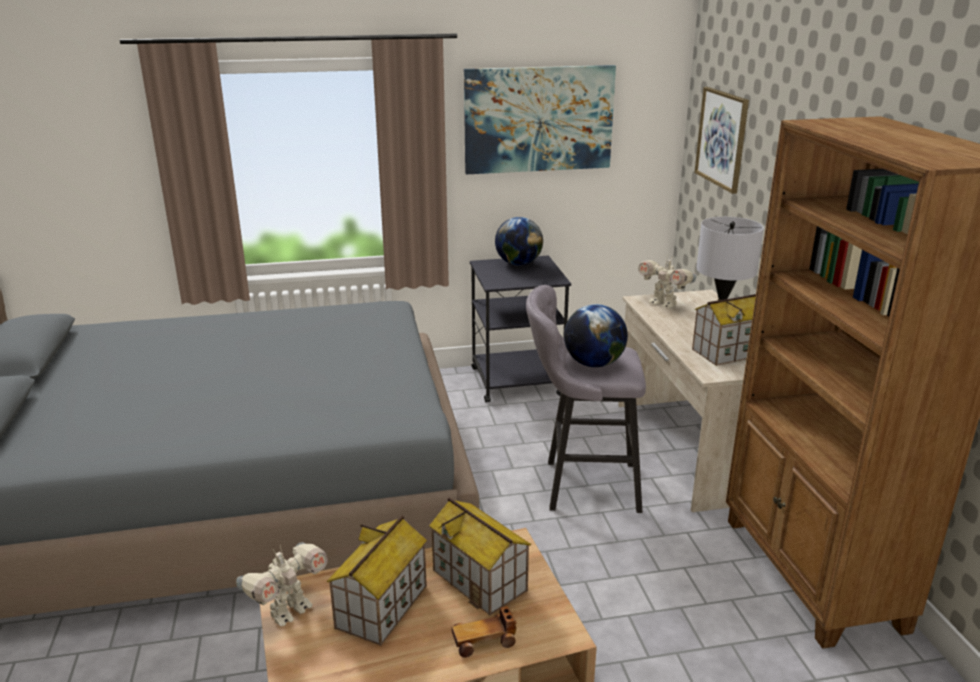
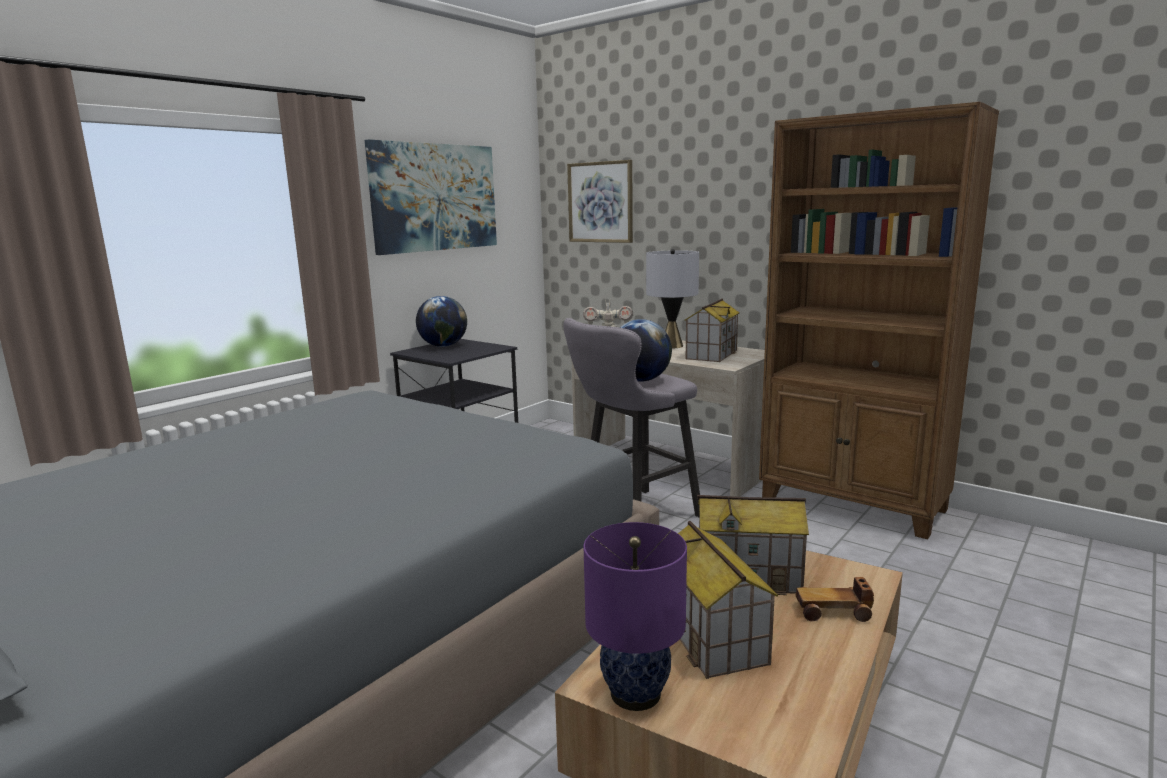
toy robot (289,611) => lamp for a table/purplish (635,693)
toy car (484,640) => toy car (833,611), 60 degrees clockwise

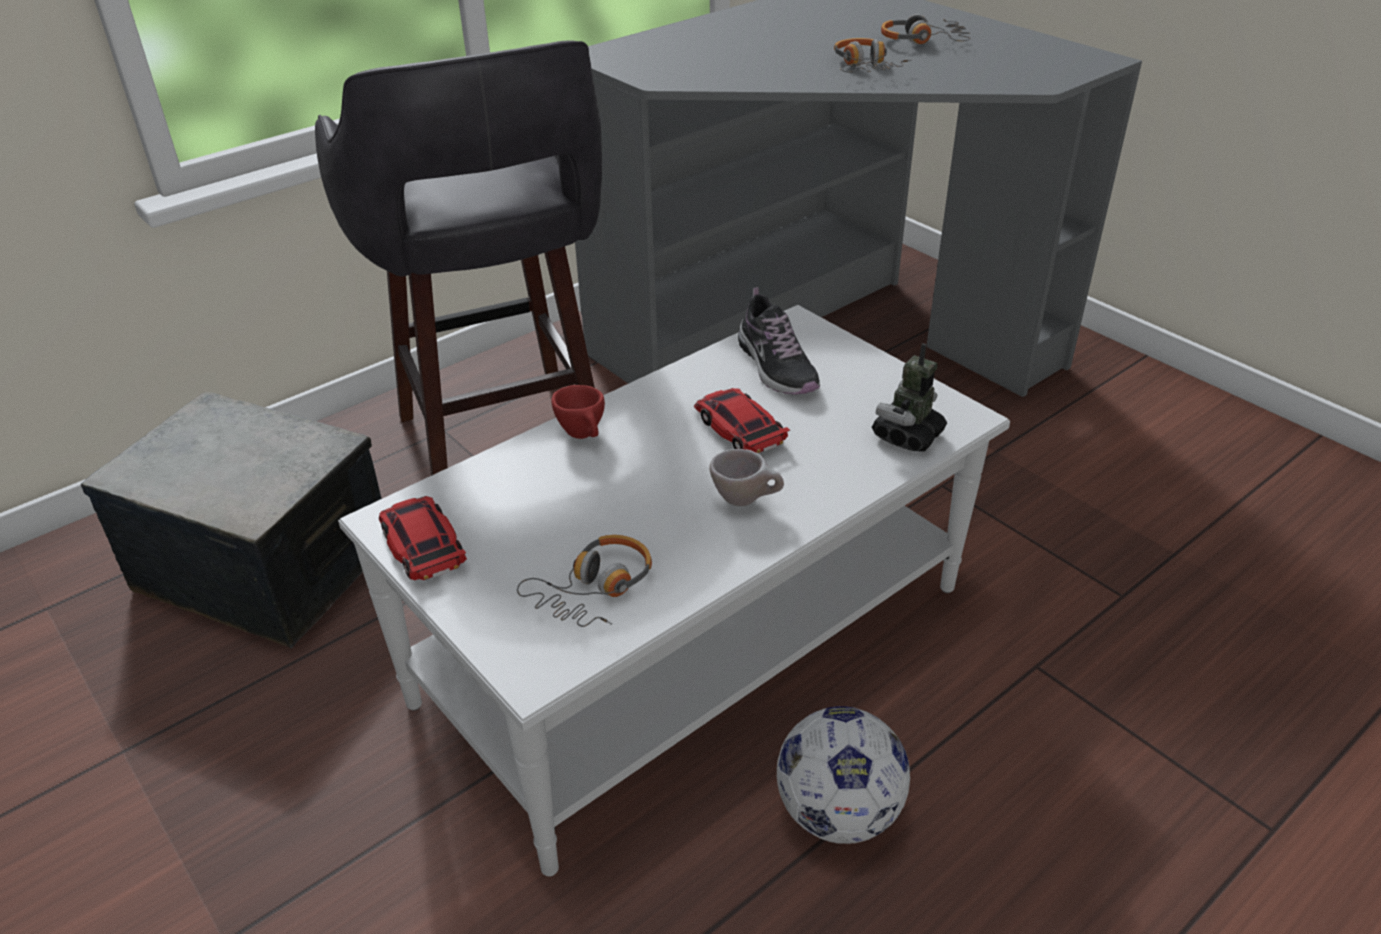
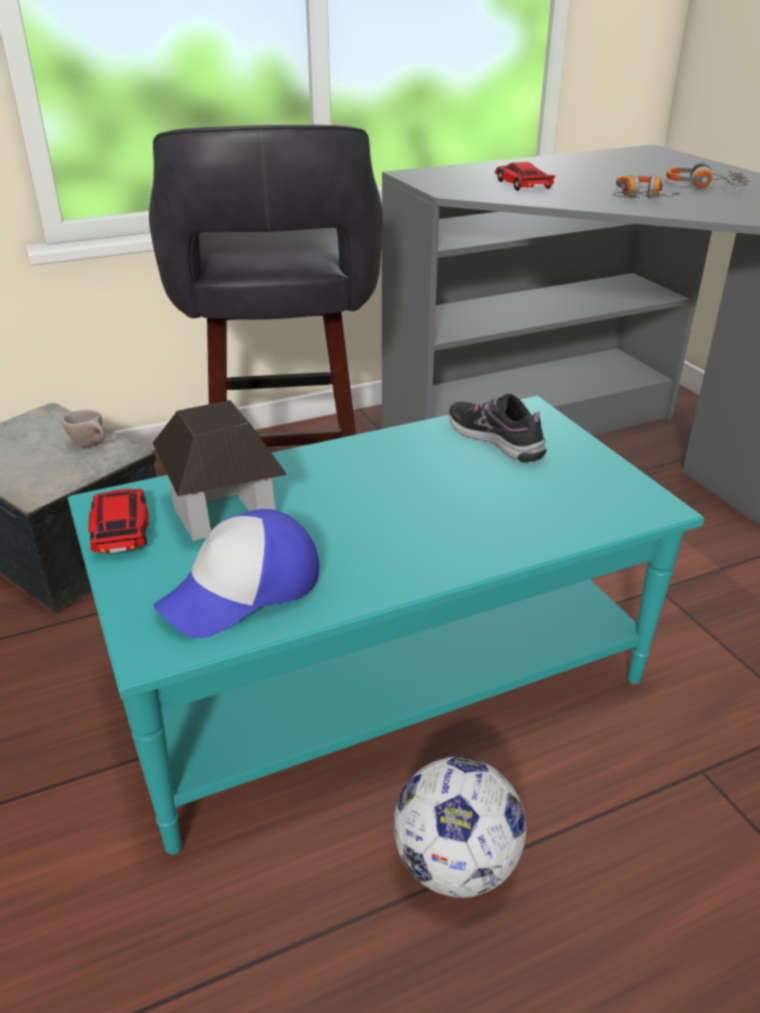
drinking cup/beige (746,500) => drinking cup/beige (91,445), move
coffee table/white-coloured (691,646) => coffee table/turquoise (377,682)
nothing => toy house (223,511)
headset (594,590) => baseball cap (242,590)
shoe (776,366) => shoe (495,439), 150 degrees clockwise
toy car (739,428) => toy car (522,184), move
drinking cup/red (585,435) => nothing
toy robot (908,435) => nothing

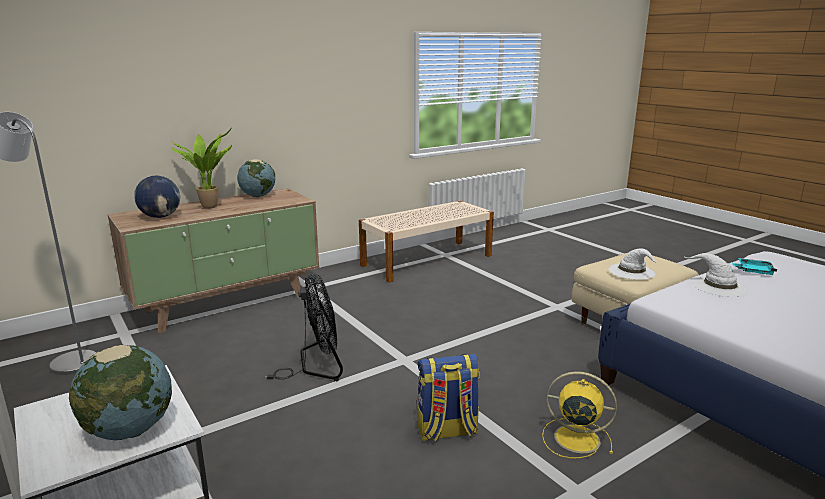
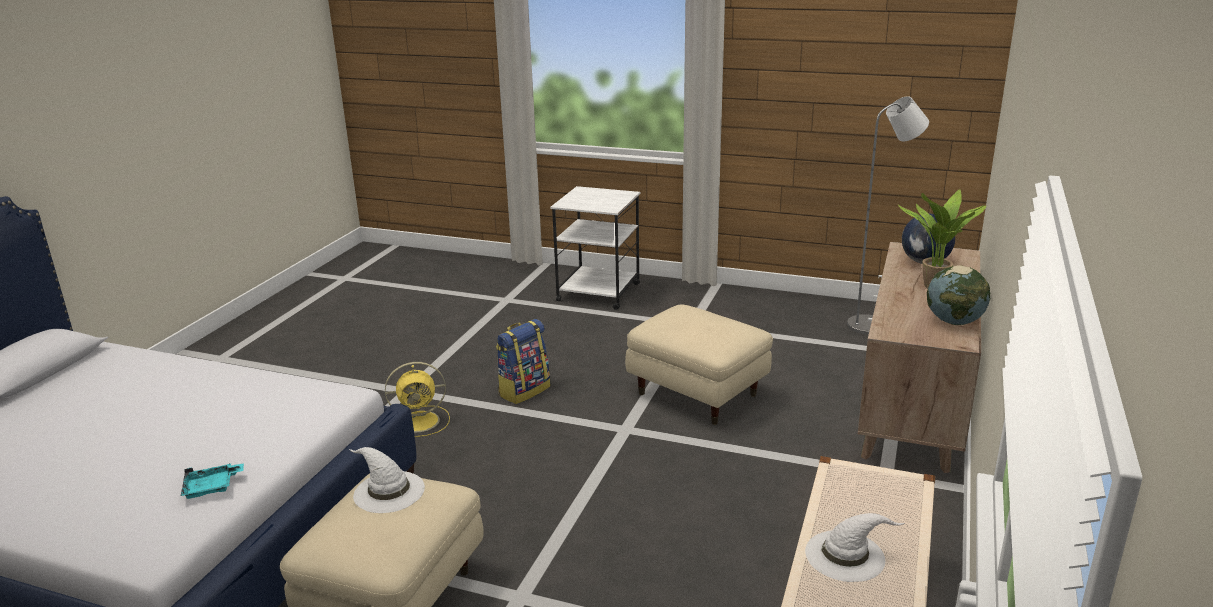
cooling fan/black-coloured (315,362) => pouffe/beige (698,395)
wearable hat/white-coloured (718,286) => wearable hat/white-coloured (846,555), move
world globe (130,430) => nothing

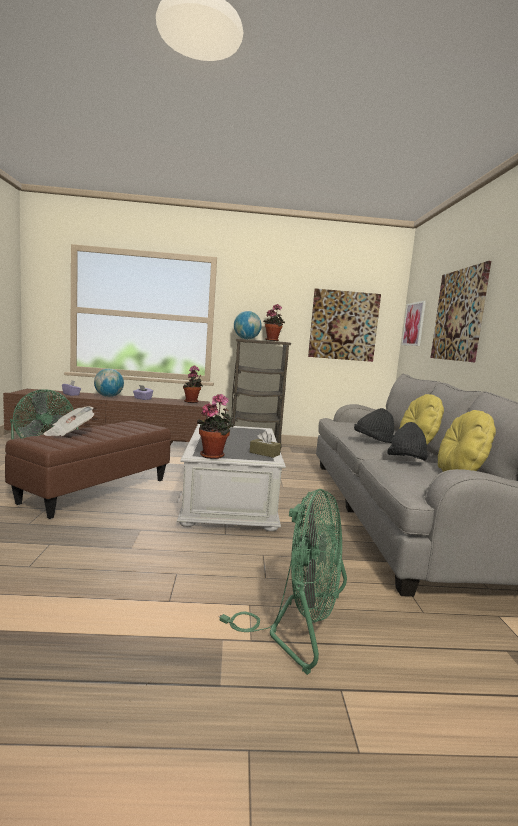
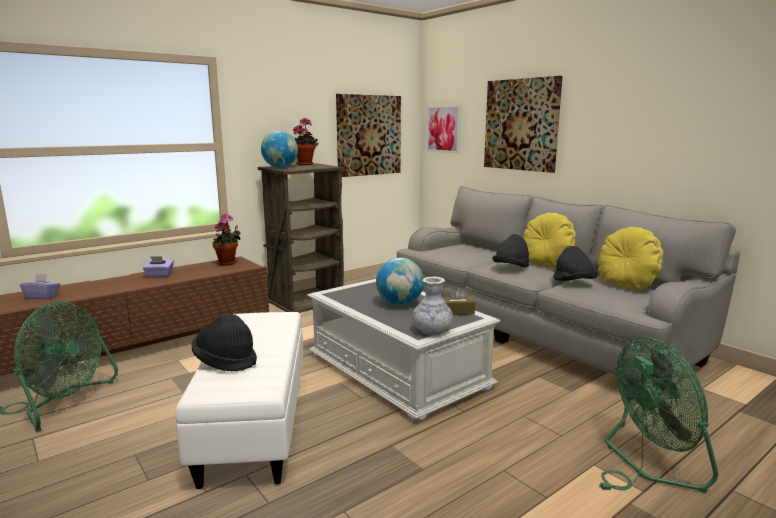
pouffe/brown-coloured (96,491) => pouffe/white-coloured (254,424)
newspaper (69,433) => wearable hat/black-coloured (226,361)
world globe (108,396) => world globe (399,304), move
potted plant (214,455) => flower vase (432,331)

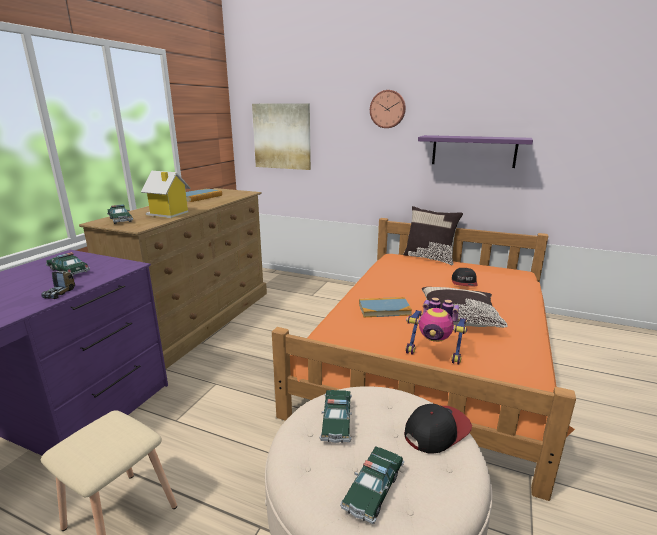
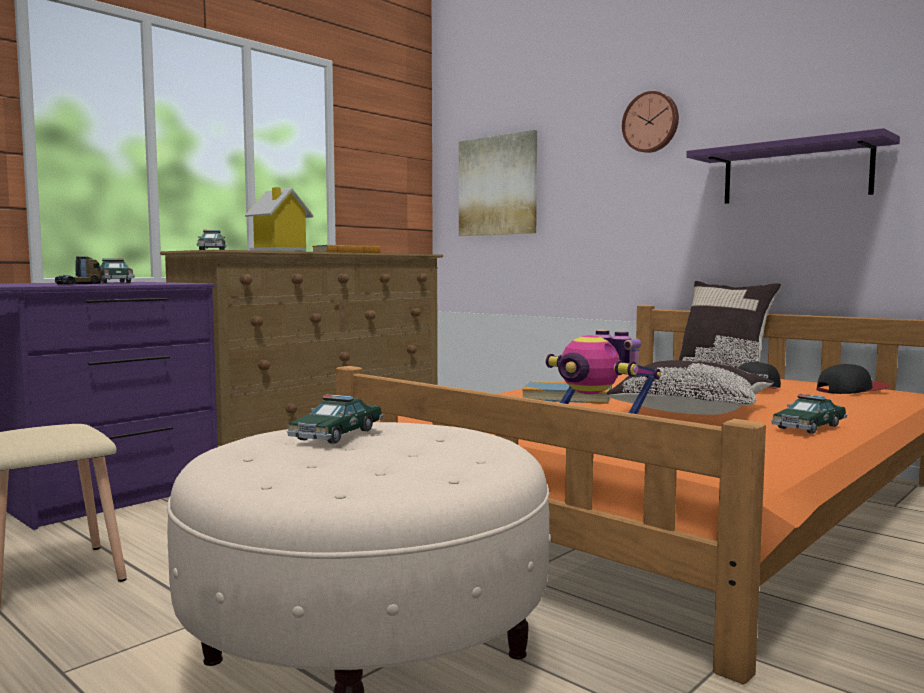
toy car (373,489) => toy car (809,427), move
baseball cap (436,430) => baseball cap (851,390), move

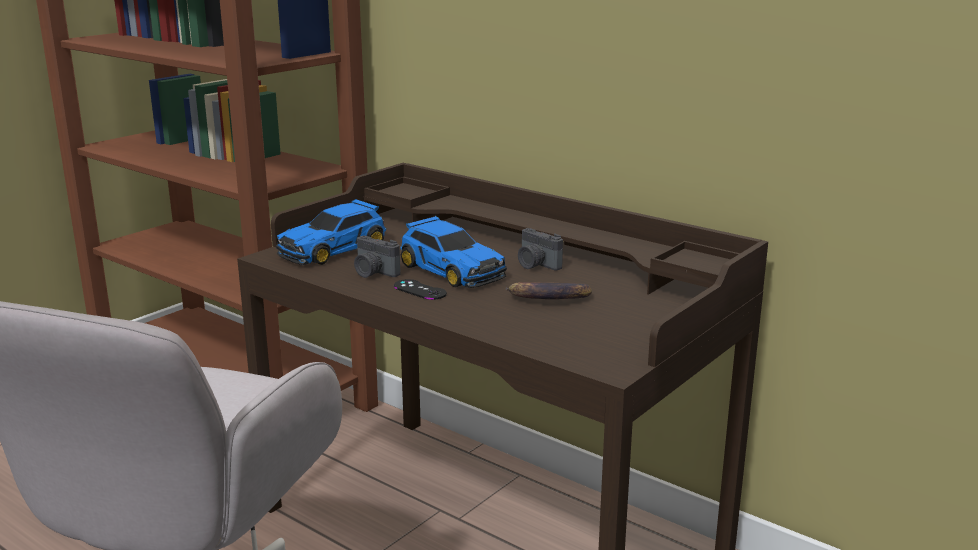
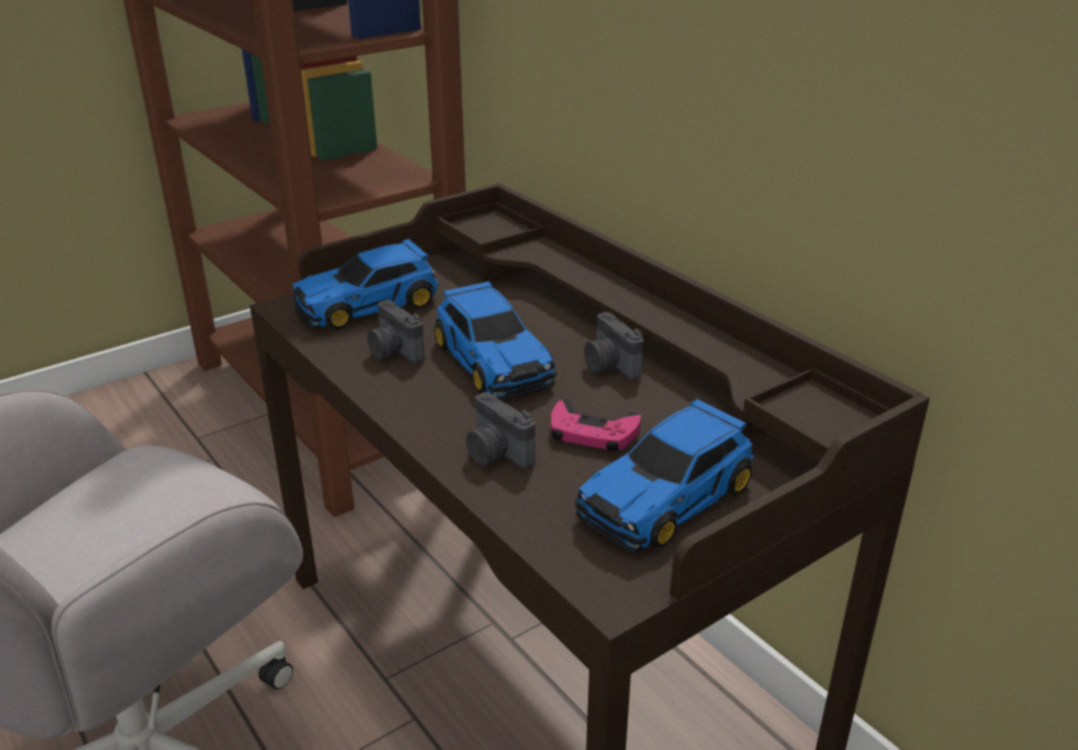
nothing => still camera (496,454)
whole banana (547,299) => gamepad/pink-coloured (592,433)
nothing => toy car (668,497)
gamepad/black-coloured (420,290) => nothing

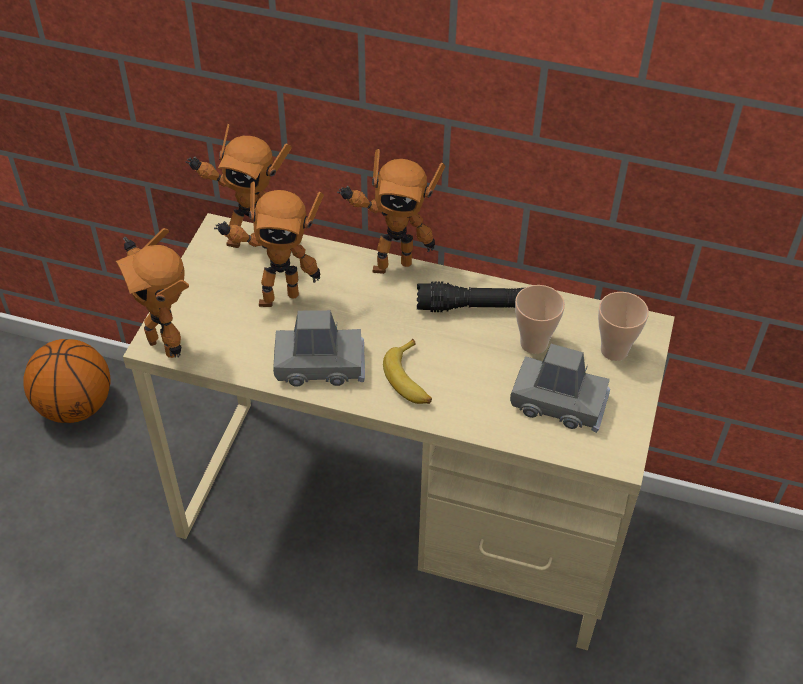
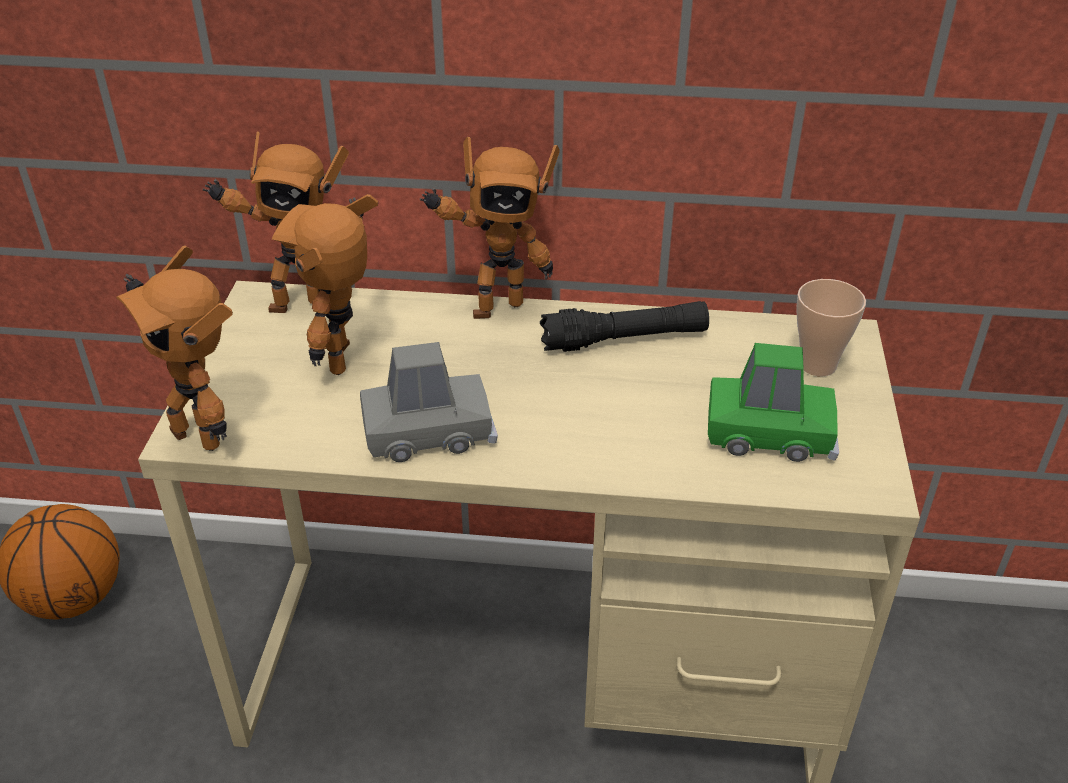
toy robot (277,295) => toy robot (349,359), 120 degrees clockwise
toy car/greyish (559,402) => toy car/green (770,433)
whole banana (410,379) => nothing
drinking cup (533,343) => nothing

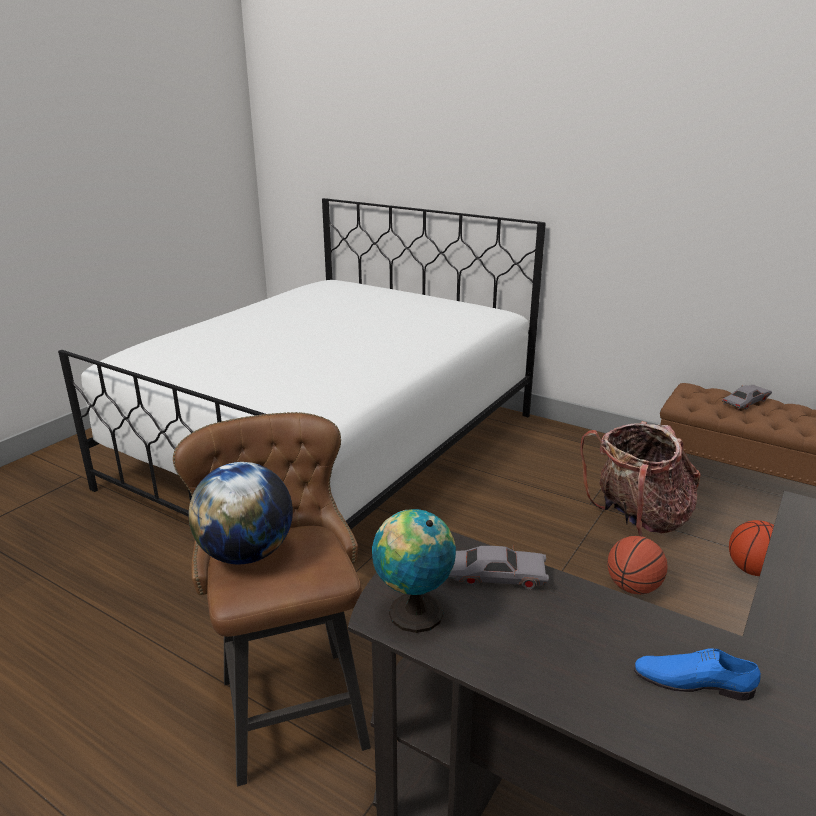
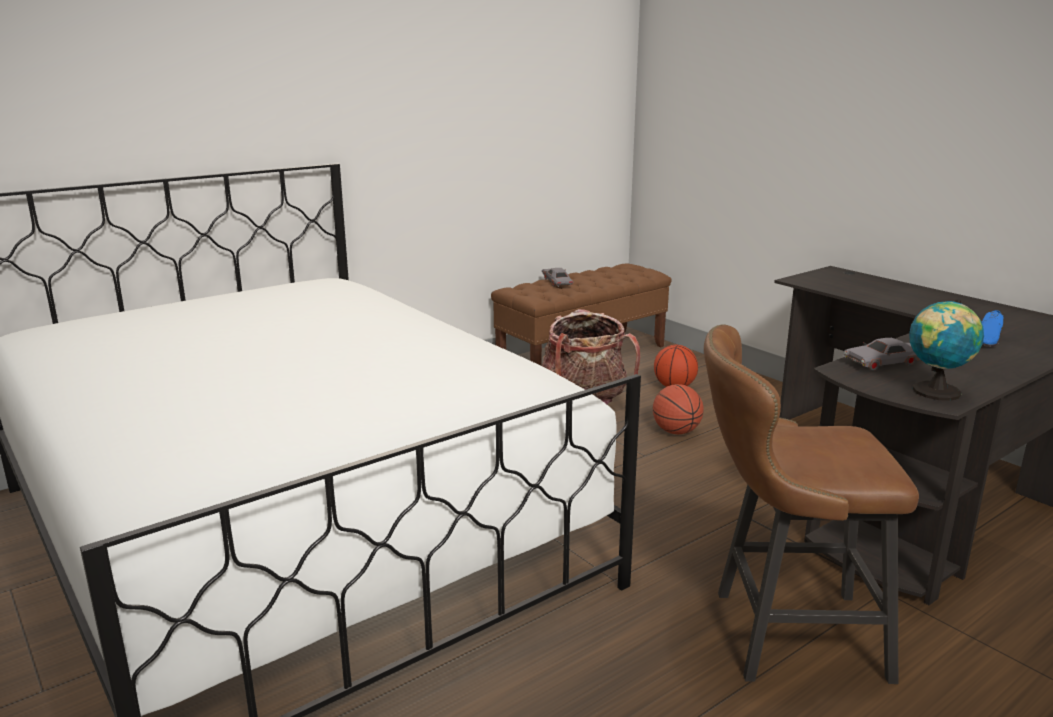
toy car/greyish (495,576) => toy car/greyish (884,363), 135 degrees counterclockwise
world globe (246,553) => nothing

